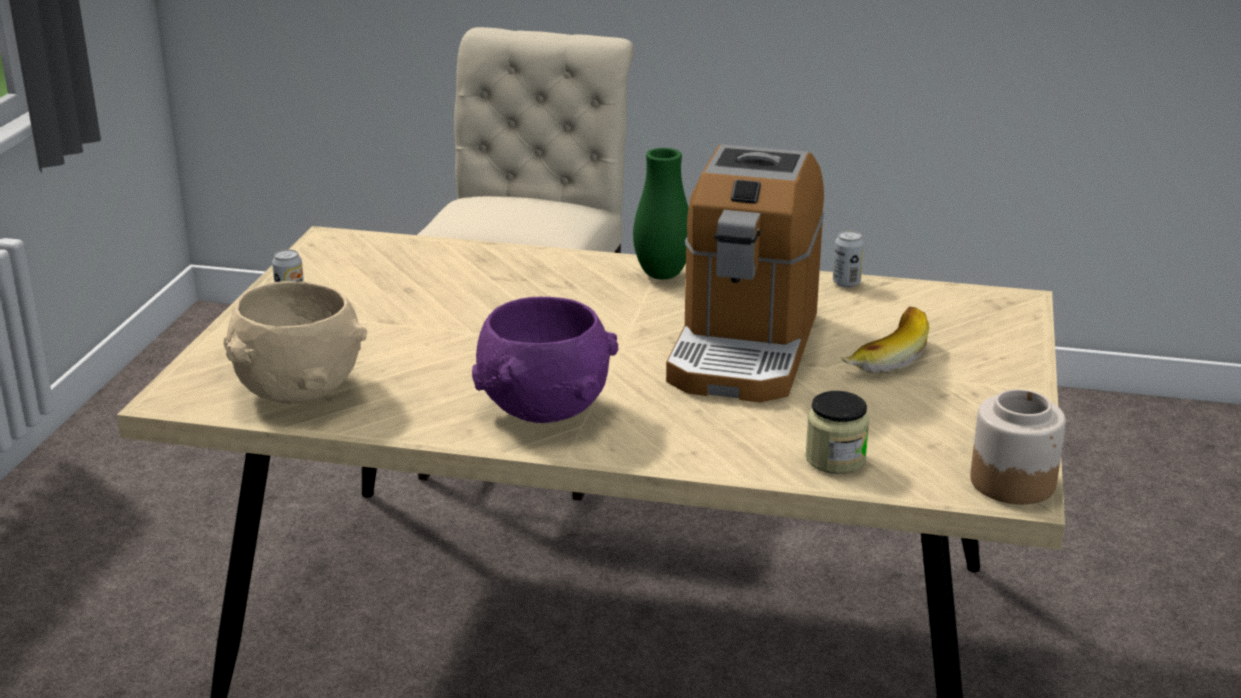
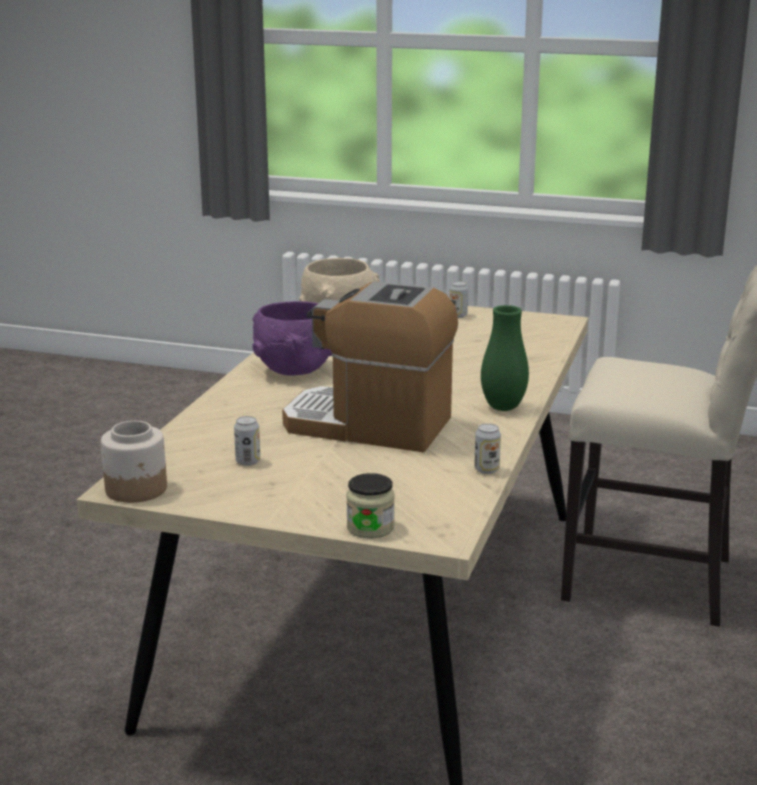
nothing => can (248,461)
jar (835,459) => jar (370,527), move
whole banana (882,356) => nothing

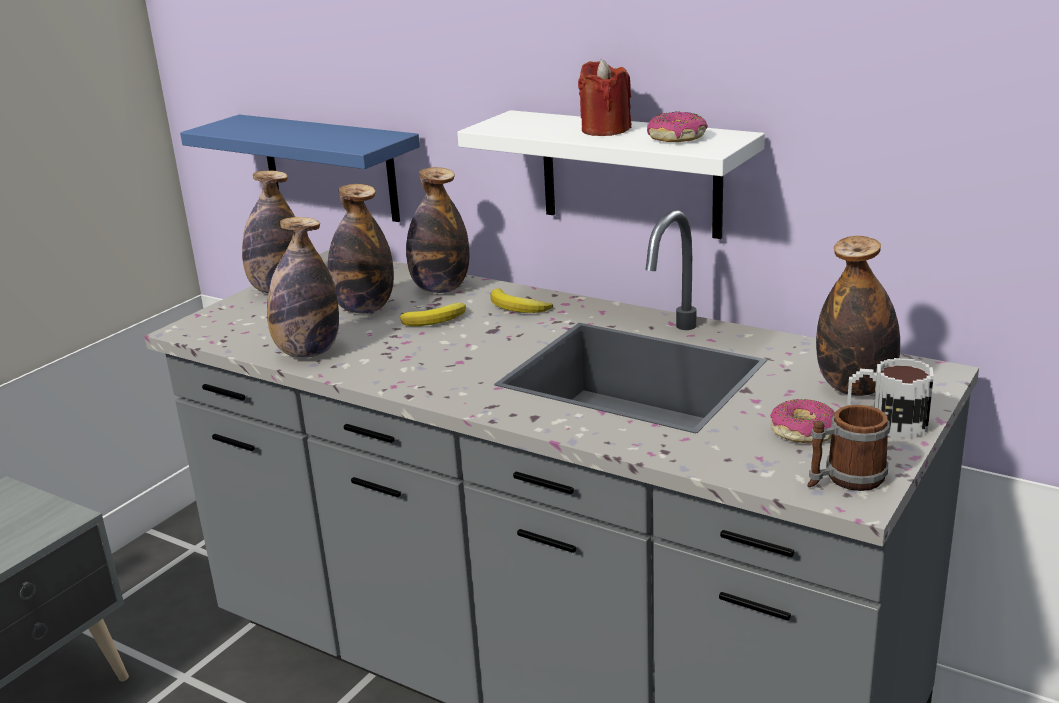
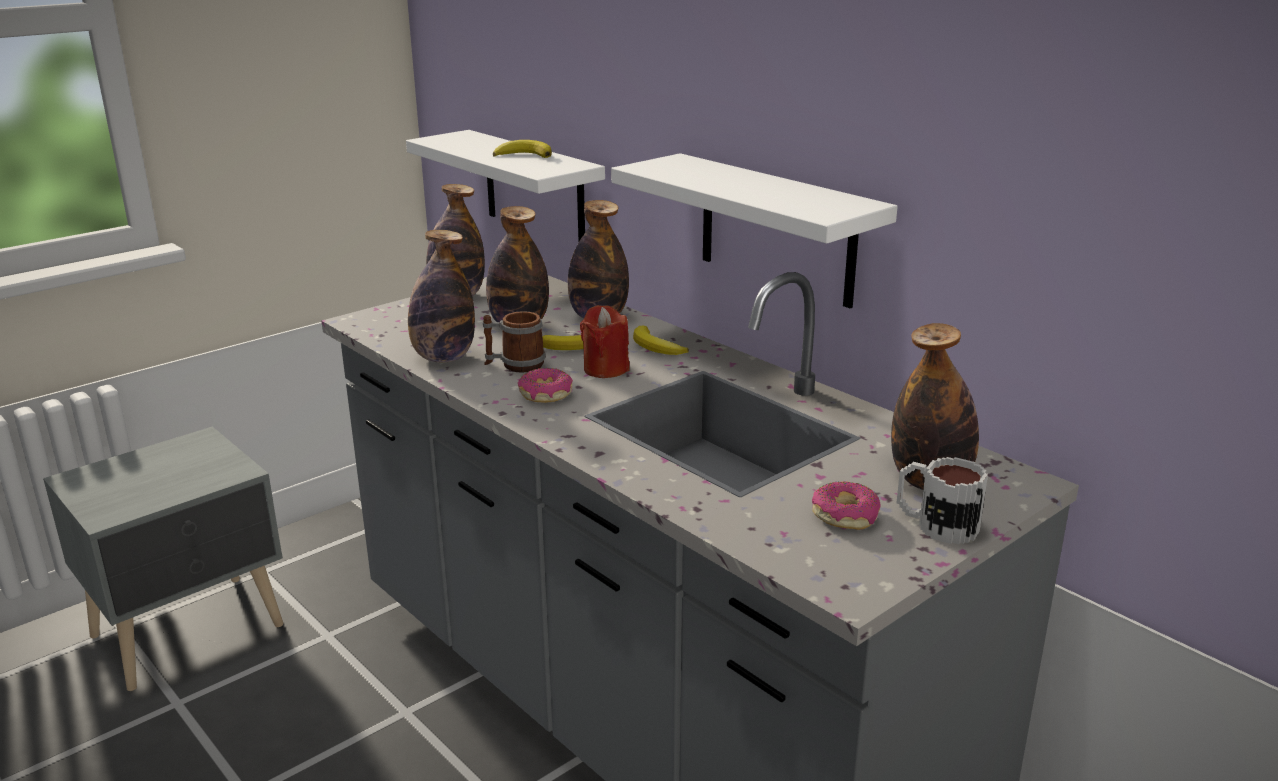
wall shelf/blue-coloured (330,167) => wall shelf/white-coloured (534,189)
coffee mug (845,480) => coffee mug (515,365), move
nothing => whole banana (524,155)
doughnut (677,138) => doughnut (545,395), move
candle/red (605,130) => candle/red (605,369), move

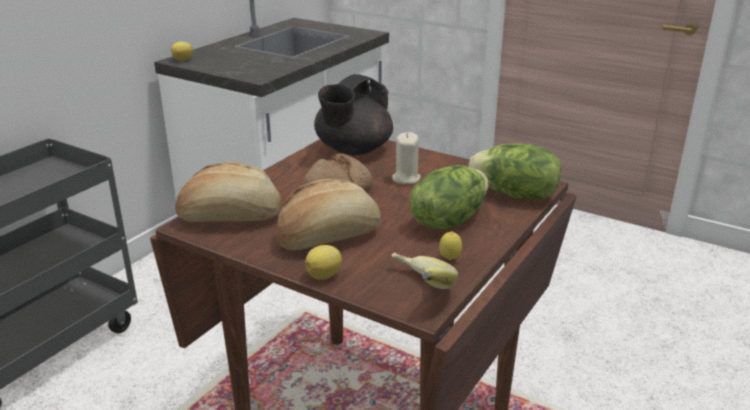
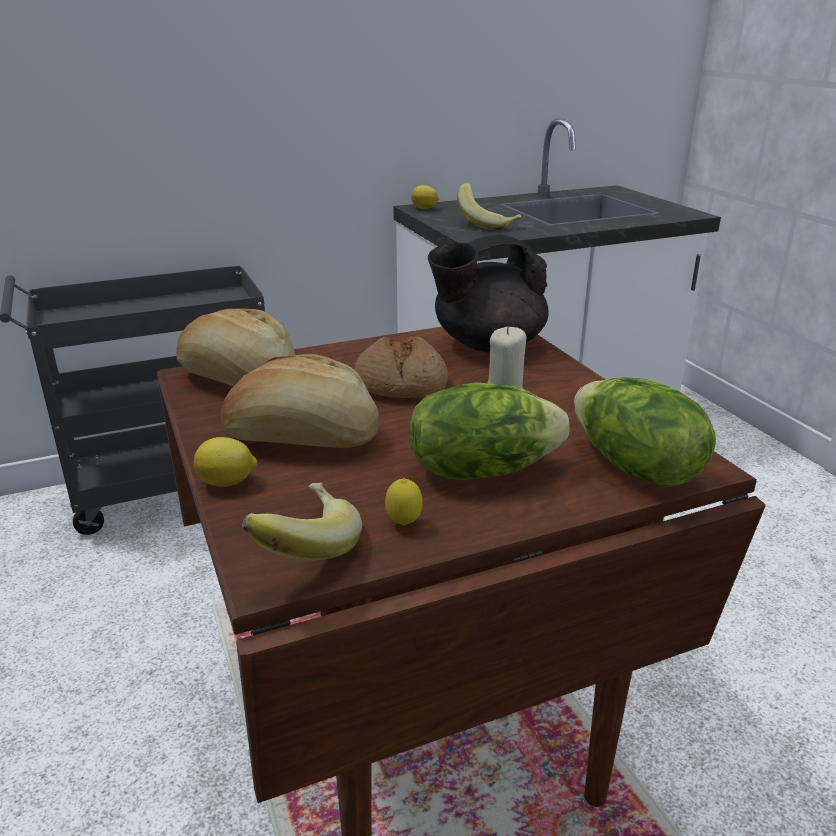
nothing => whole banana (487,224)

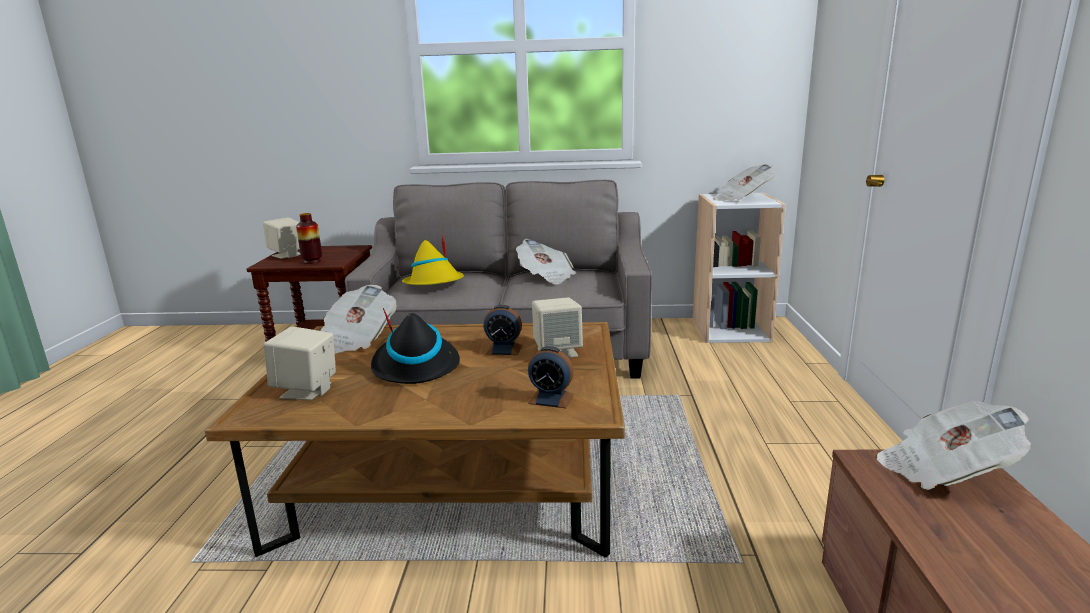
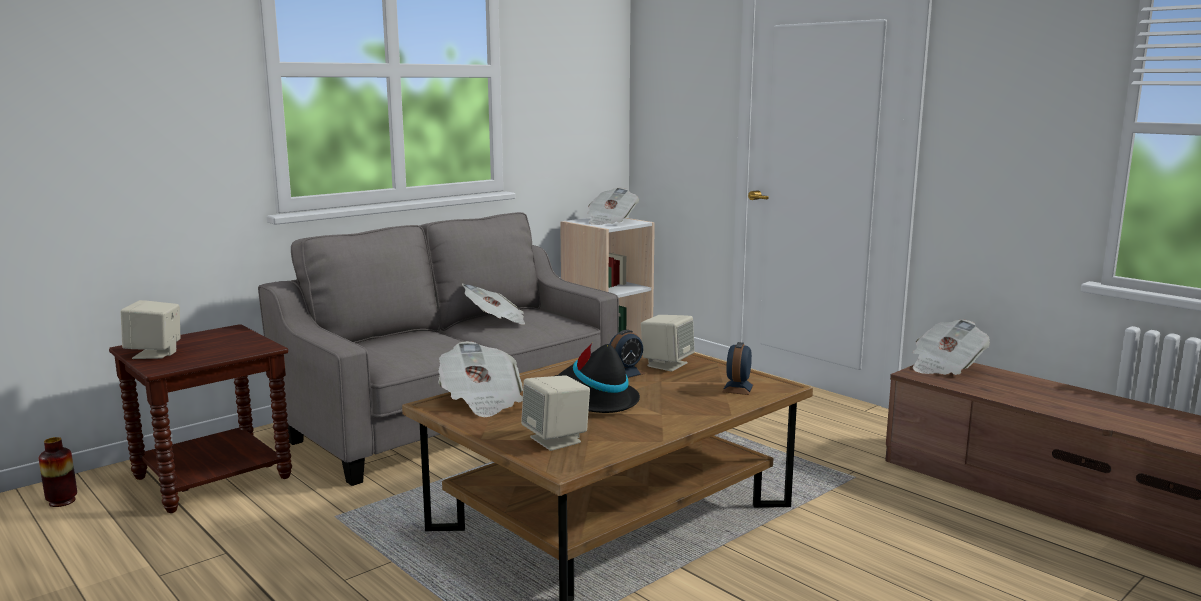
flower vase (312,261) => flower vase (62,501), move
table clock (551,399) => table clock (738,388), 135 degrees clockwise
wearable hat/yellow-coloured (434,283) => nothing

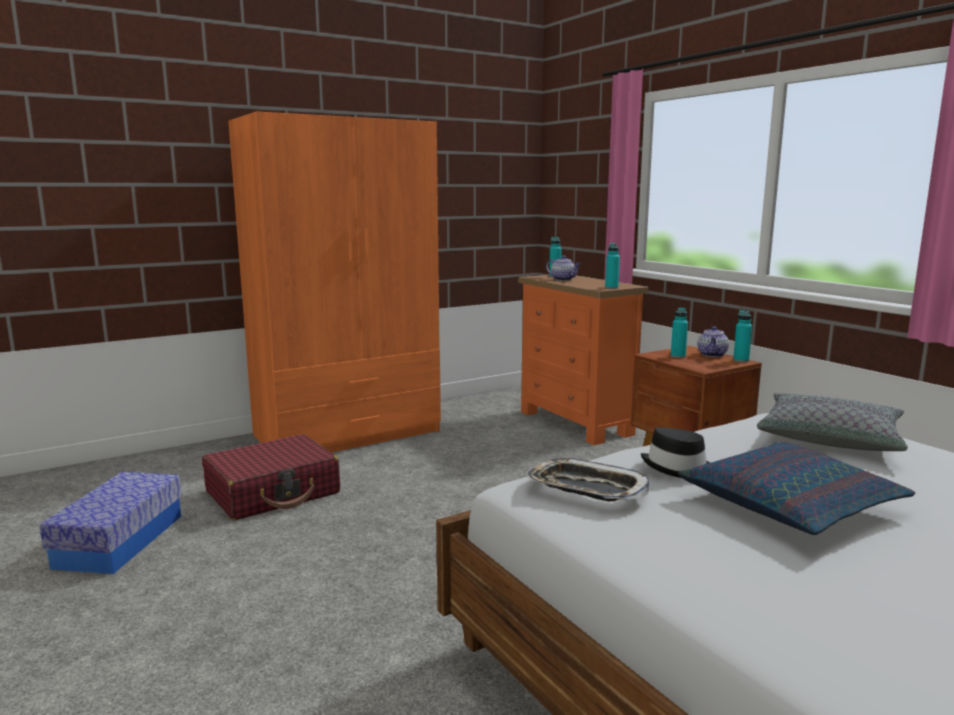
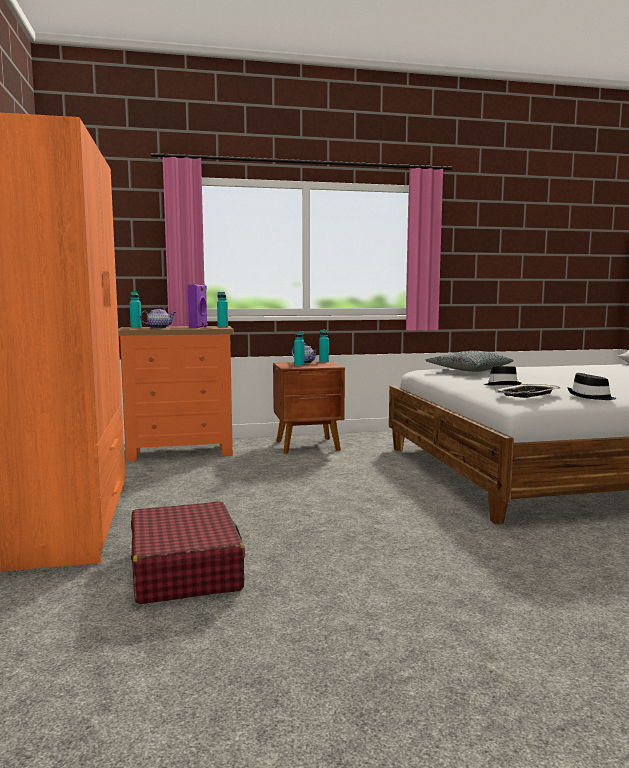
nothing => loudspeaker/purplish (199,327)
nothing => wearable hat/black-coloured (590,397)
storage container (120,541) => nothing
pillow/blue-coloured (789,506) => nothing

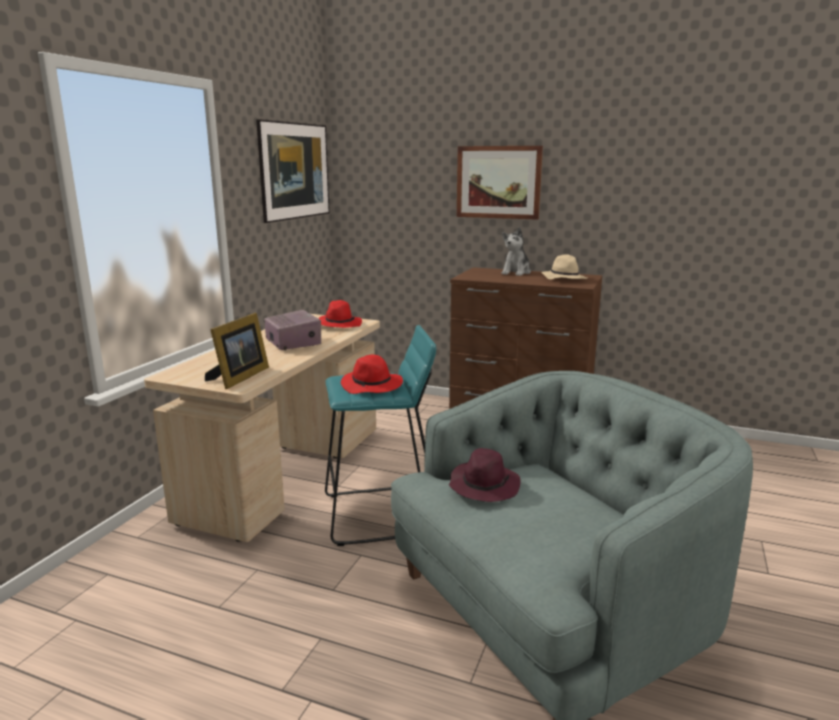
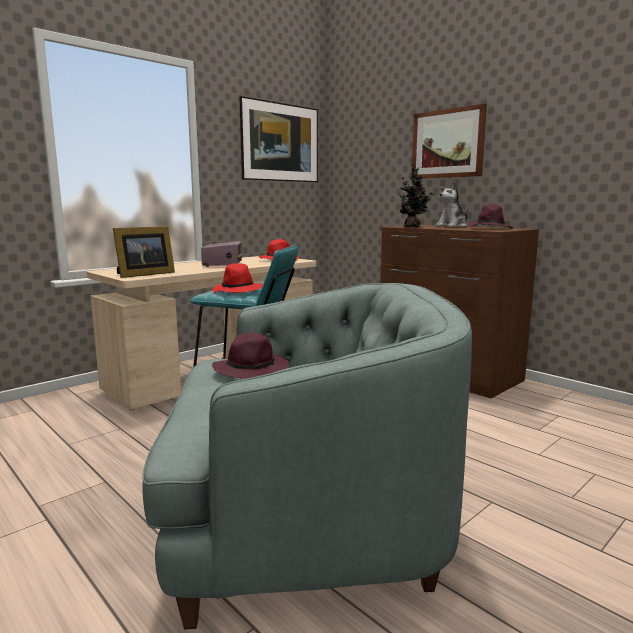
nothing => potted plant (413,227)
wearable hat/beige (563,279) => wearable hat/purplish (489,228)

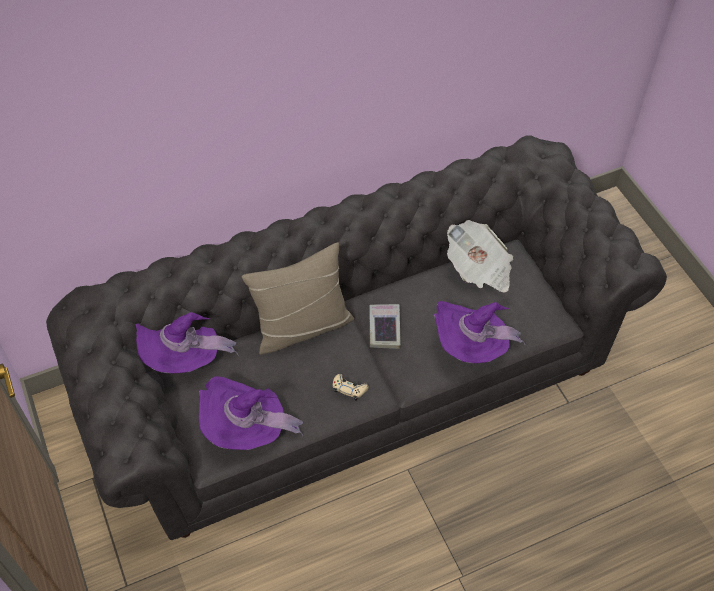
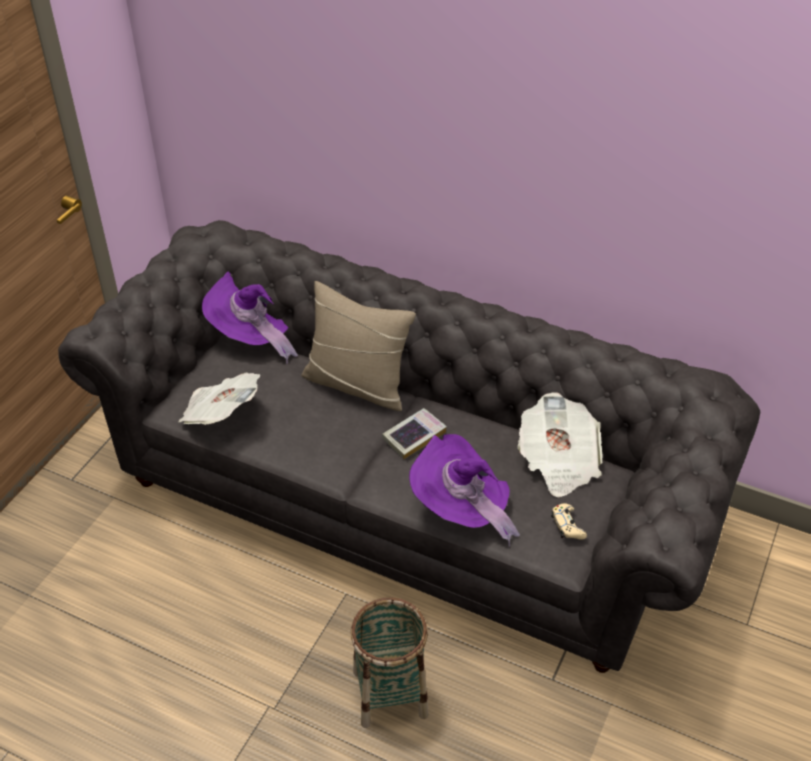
wearable hat/purplish (247,429) => newspaper (221,414)
nothing => basket (390,693)
gamepad/beige (349,389) => gamepad/beige (567,525), move

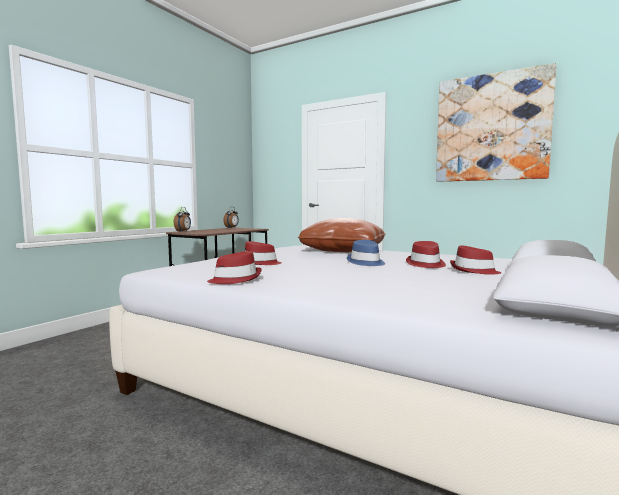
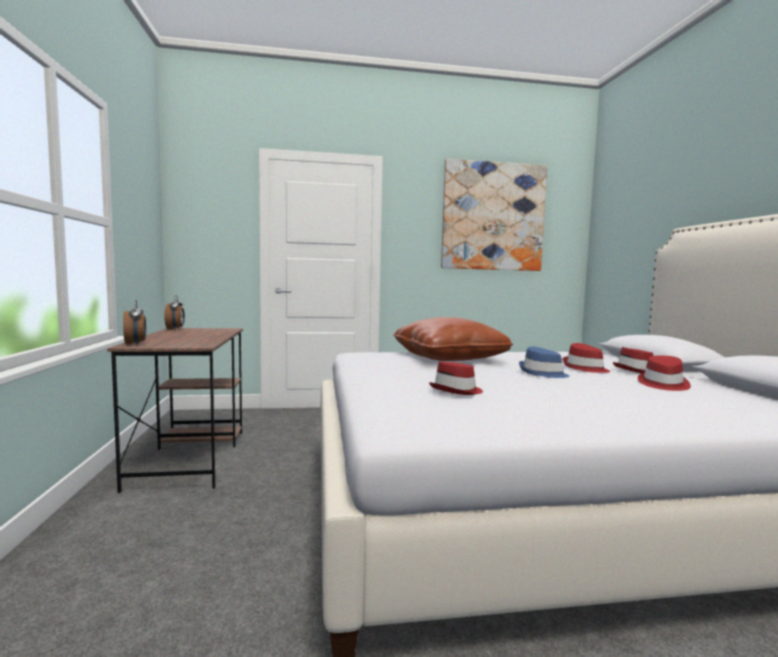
wearable hat/red (235,279) => wearable hat/red (663,384), move

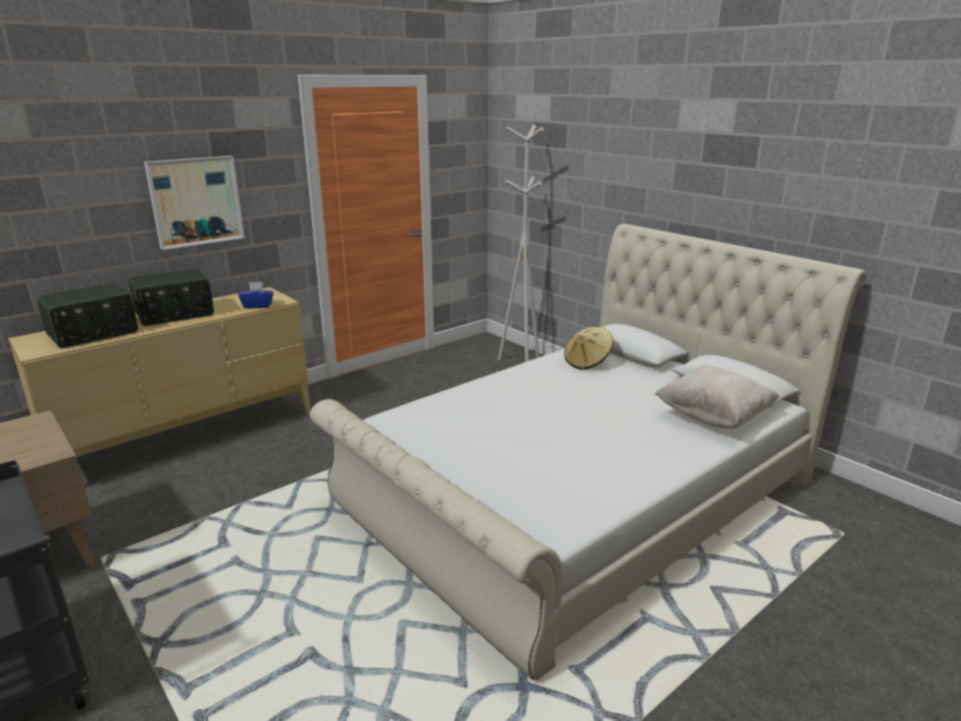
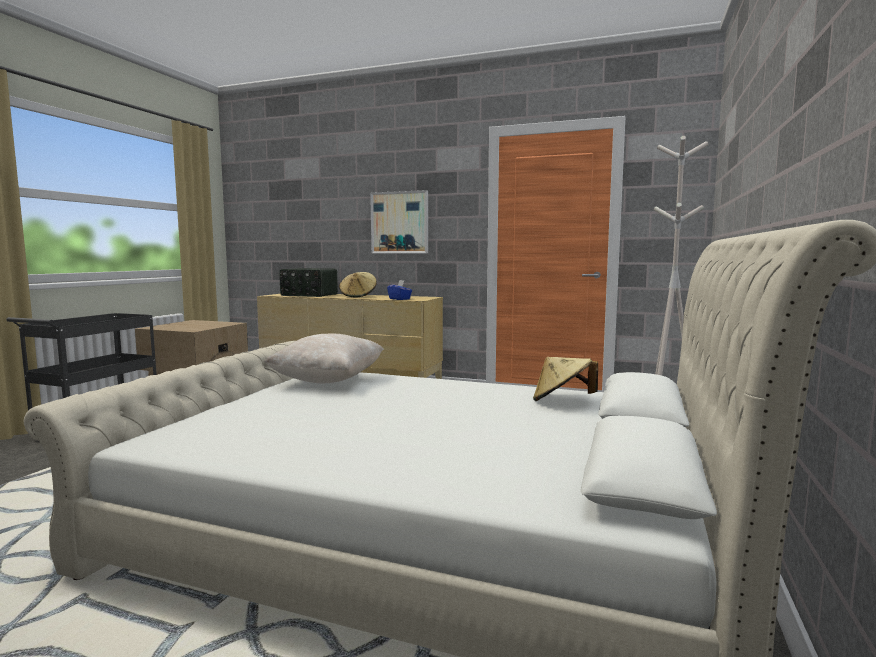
pillow/beige (713,417) => pillow/beige (328,381), move
radio receiver (175,314) => wearable hat/beige (358,296)

